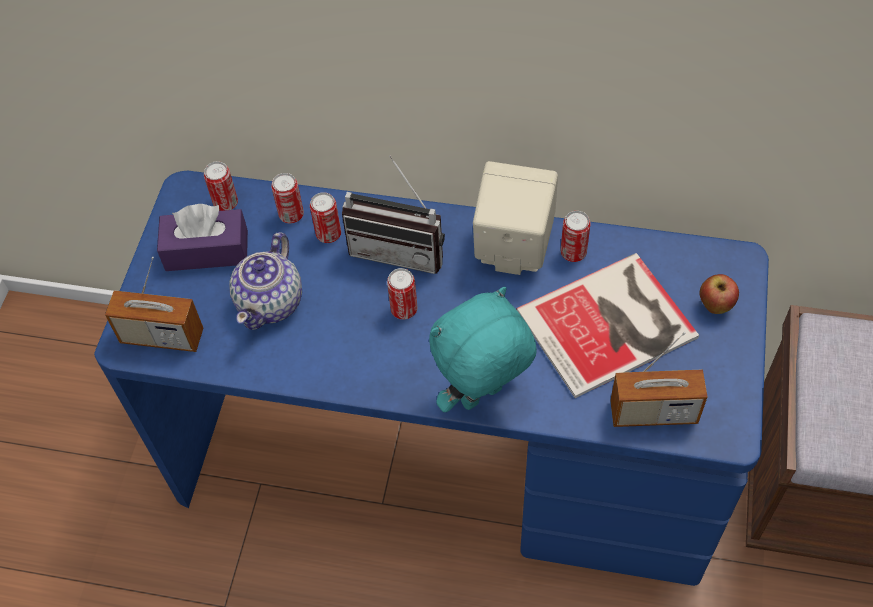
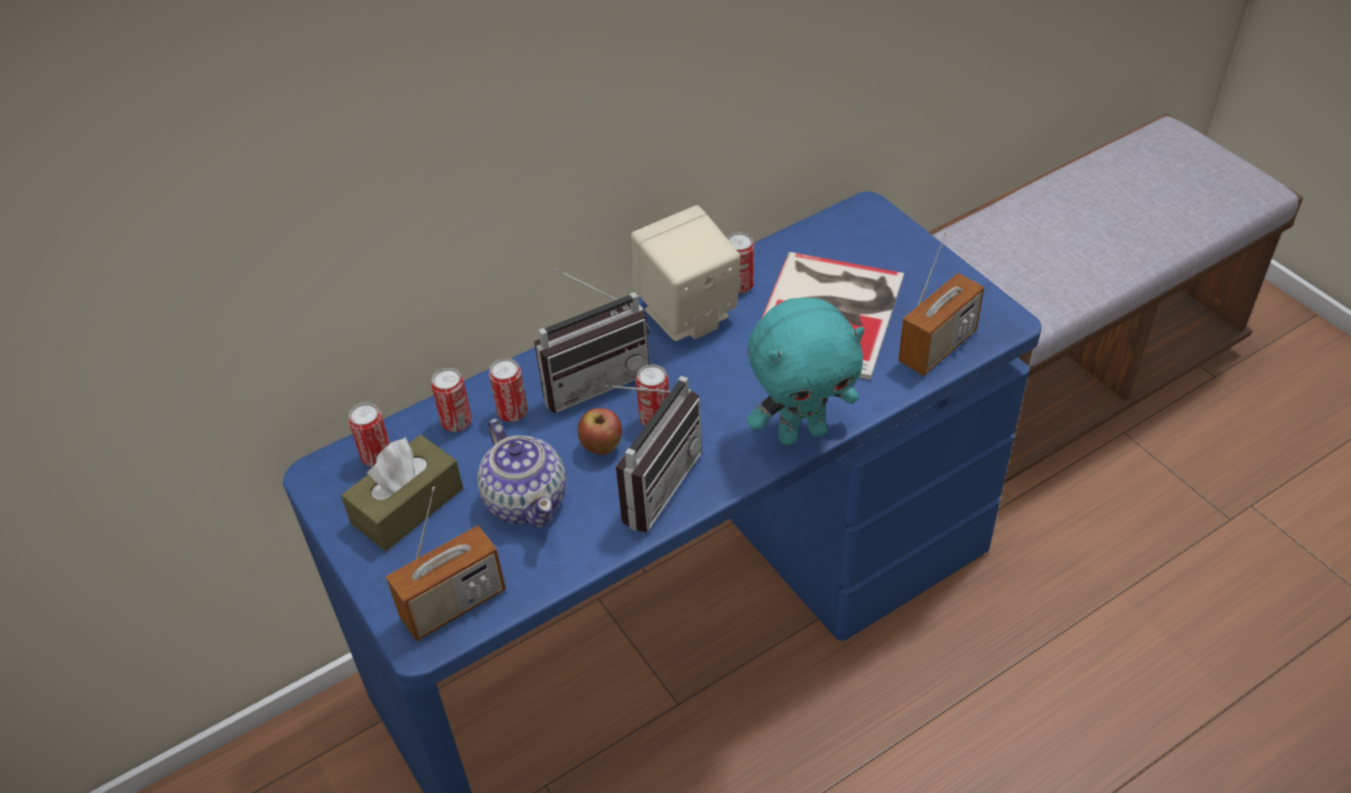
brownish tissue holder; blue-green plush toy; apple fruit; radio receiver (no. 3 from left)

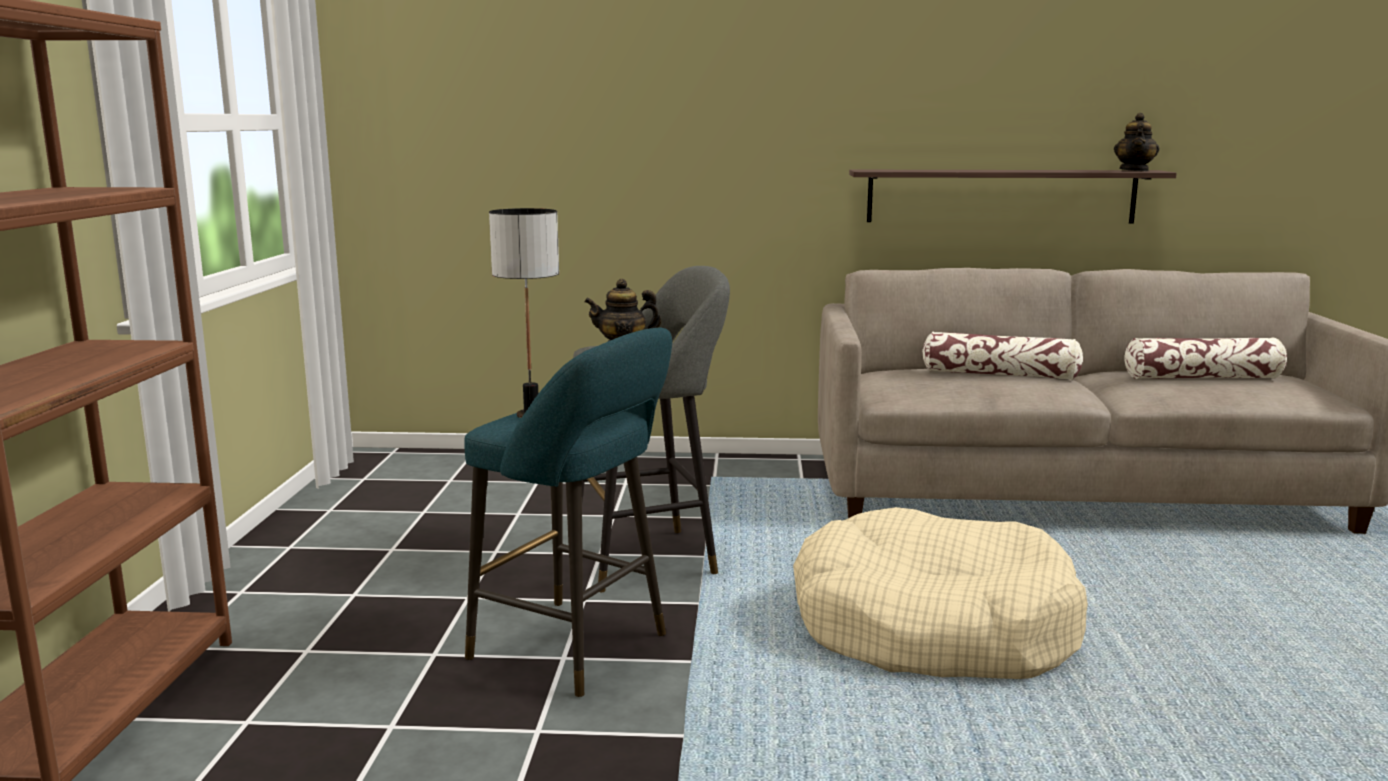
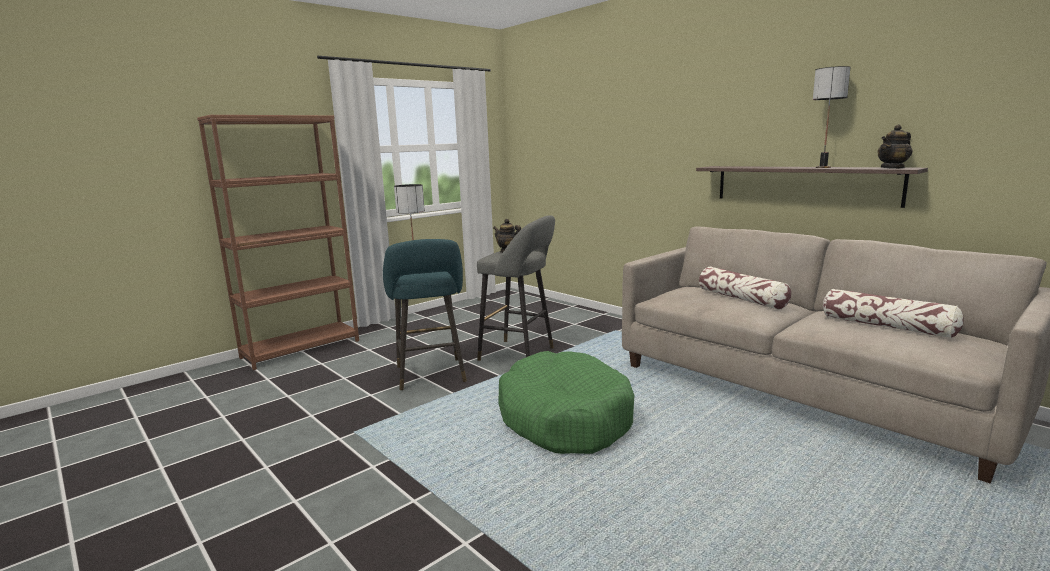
green-coloured dog bed; tabletop lamp (no. 2 from left)

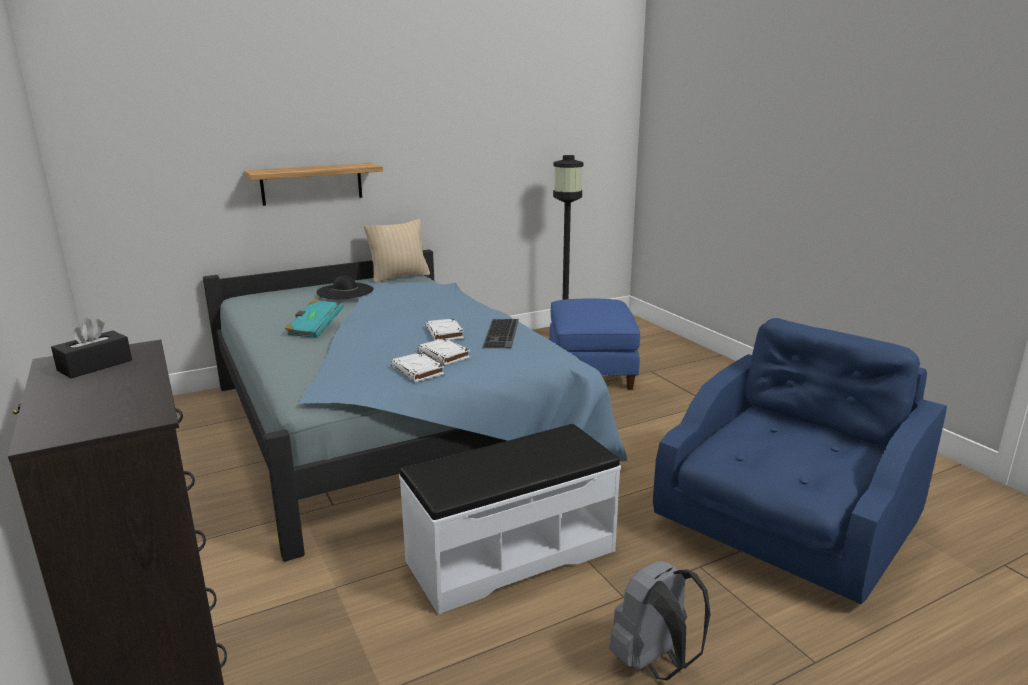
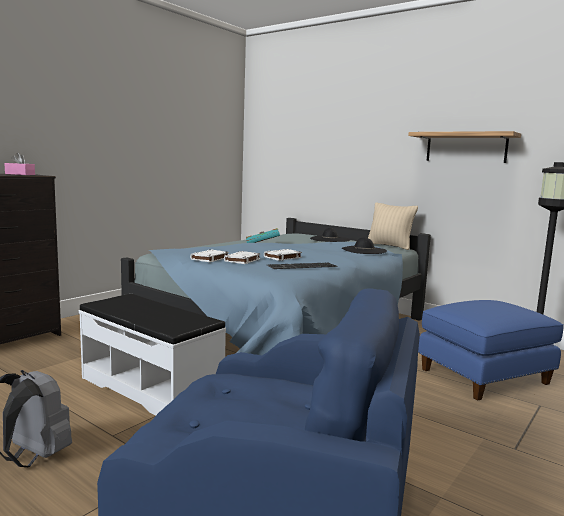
pink tissue holder; wall shelf; blackish clothing hat (no. 2 from left)

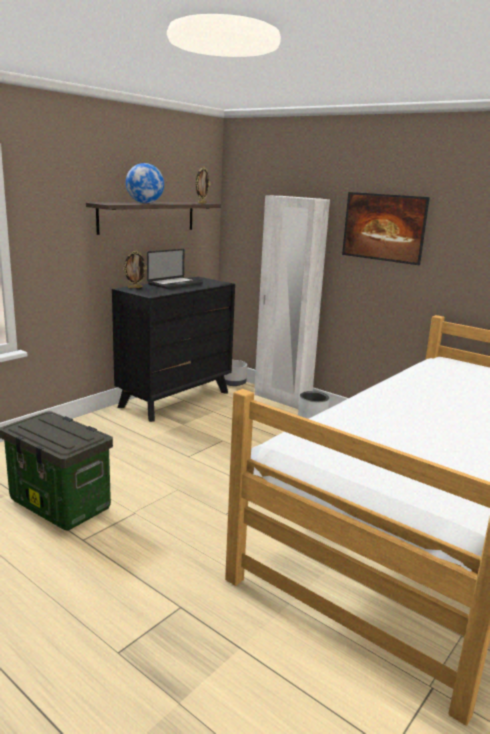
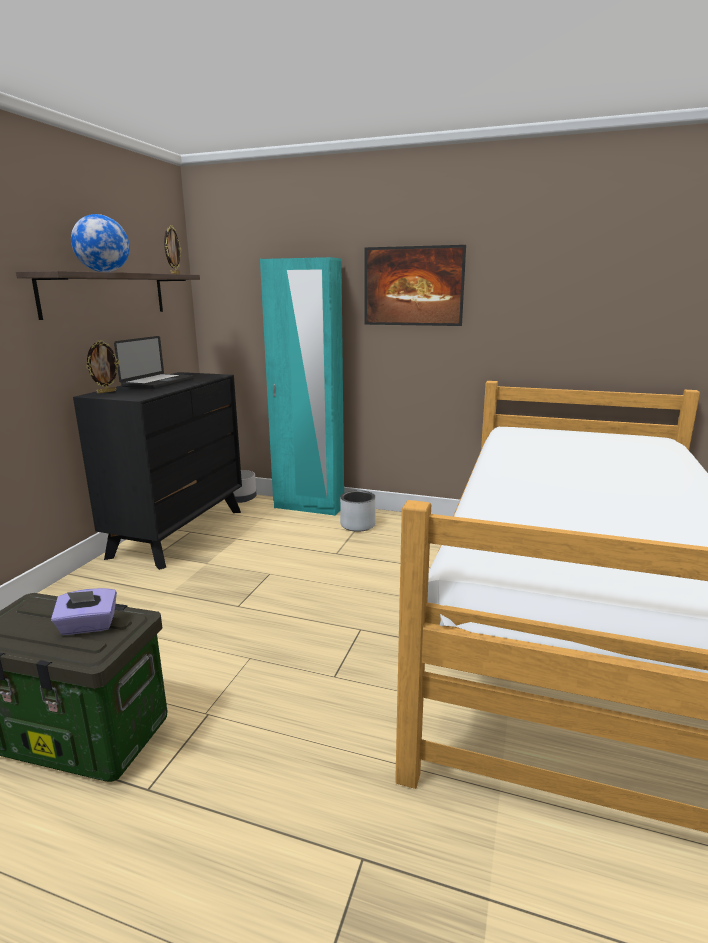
blue-green clothes cupboard; purple-coloured tissue holder

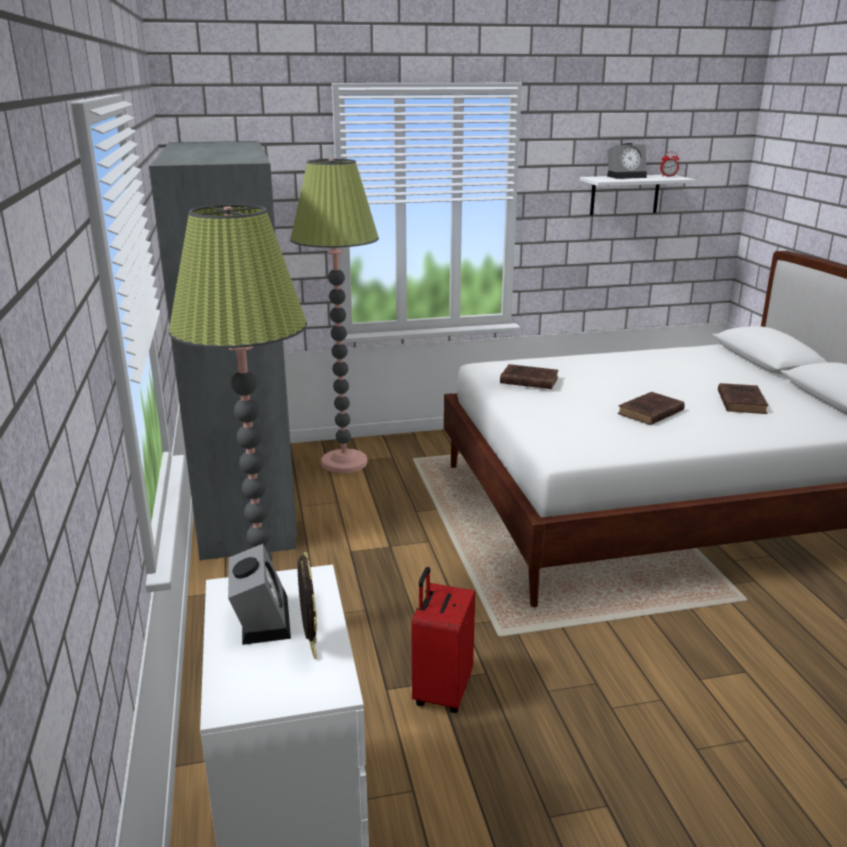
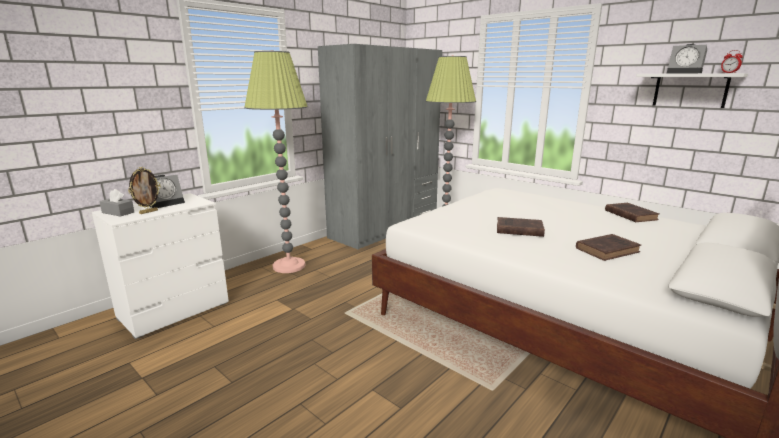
reddish travel case; brownish book (no. 3 from left); greyish tissue holder

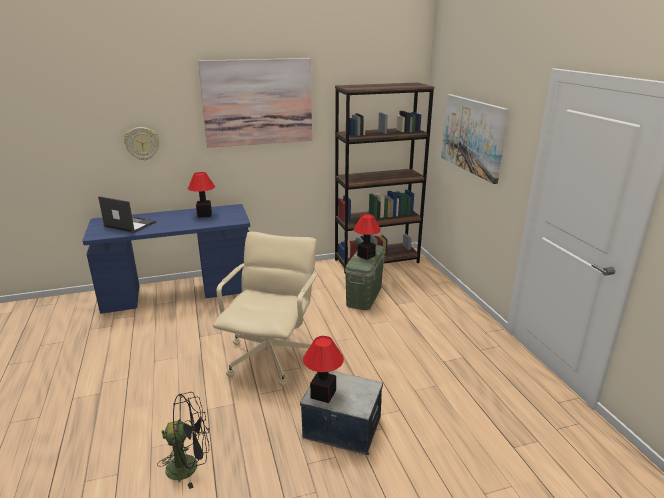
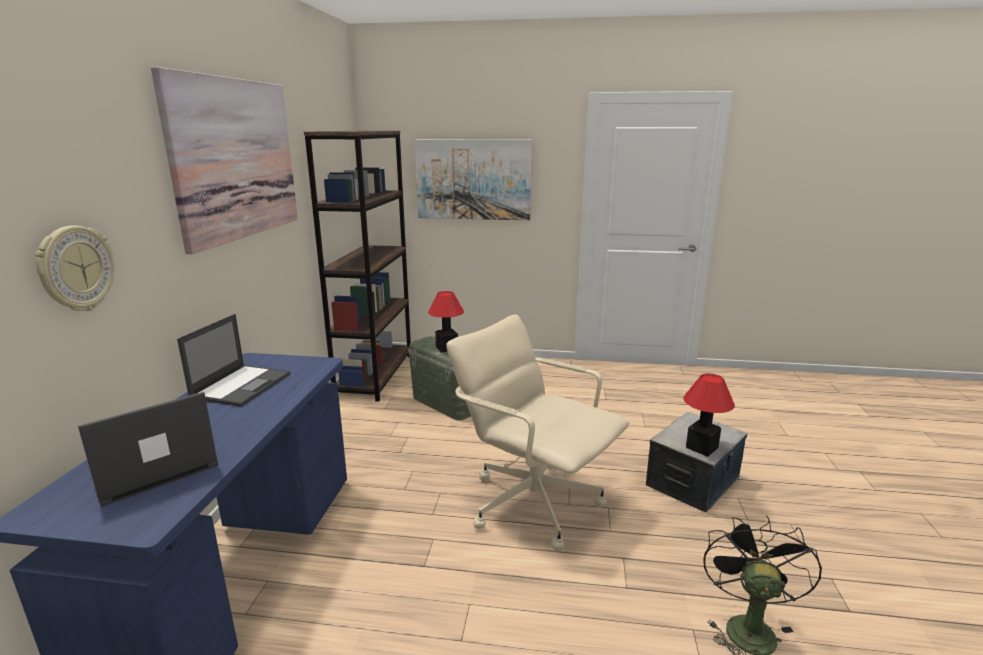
laptop (no. 2 from left)

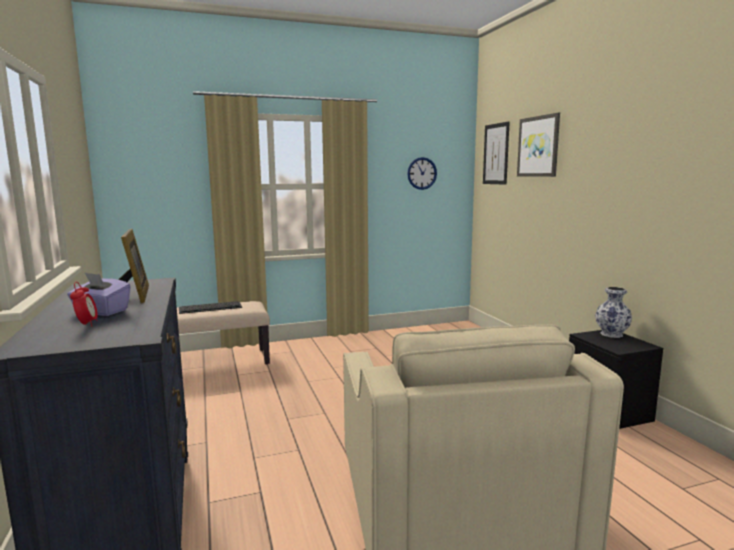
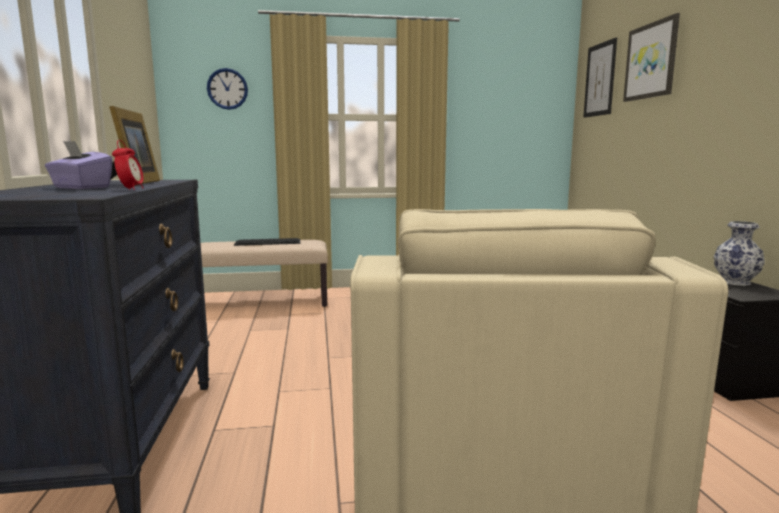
table clock; clock on the wall

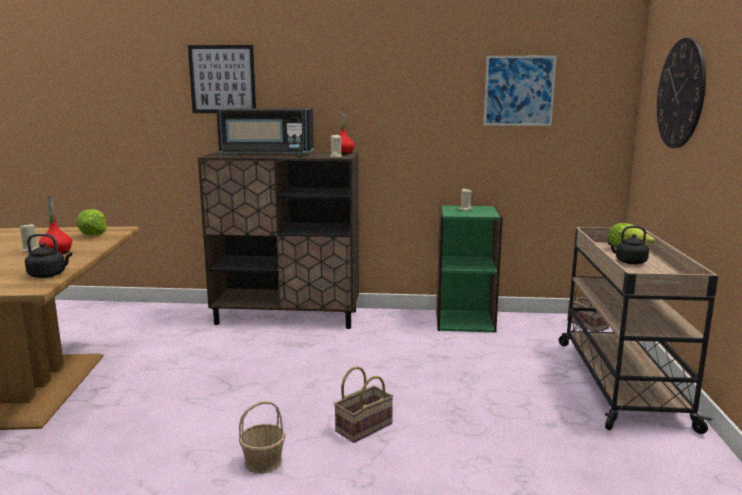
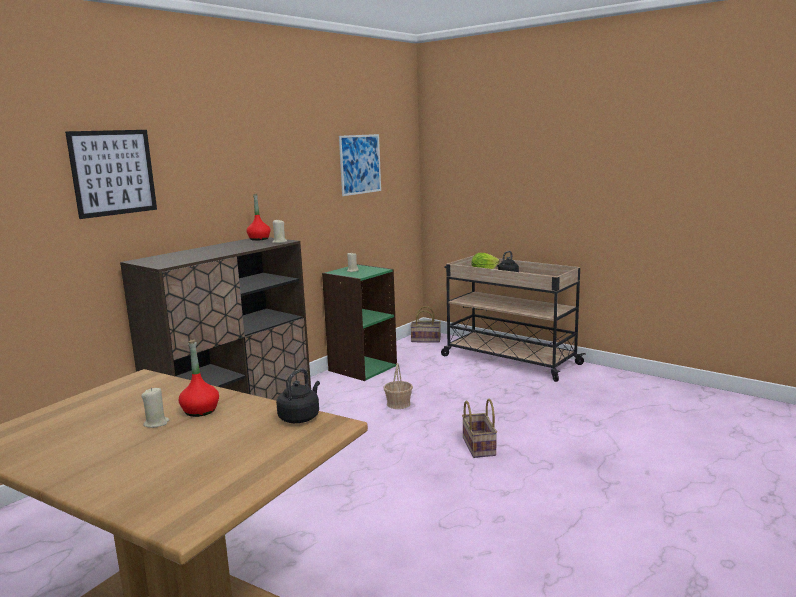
head of lettuce (no. 1 from left in the first image); blackish microwave oven; storage basket (no. 1 from left); clock on the wall

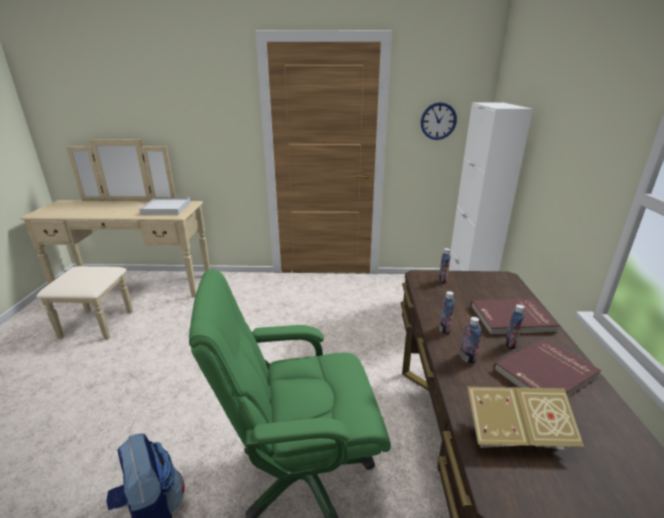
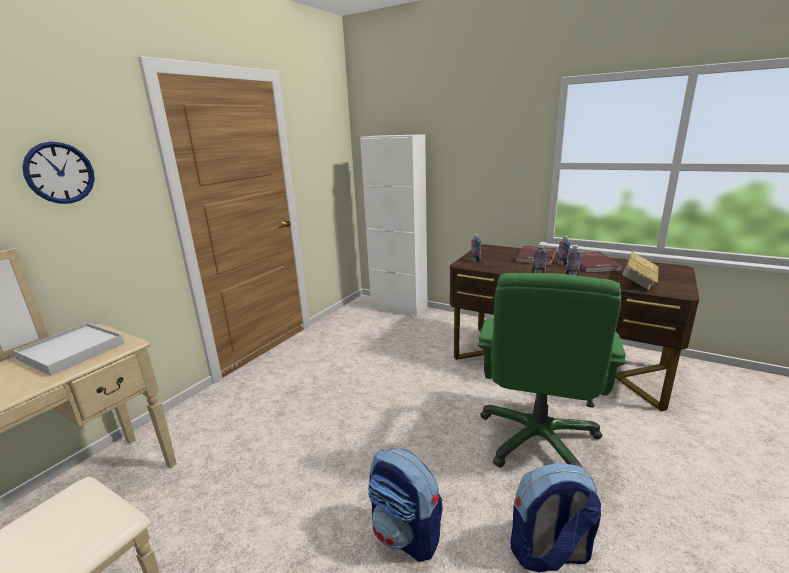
clock on the wall; knapsack (no. 1 from left)

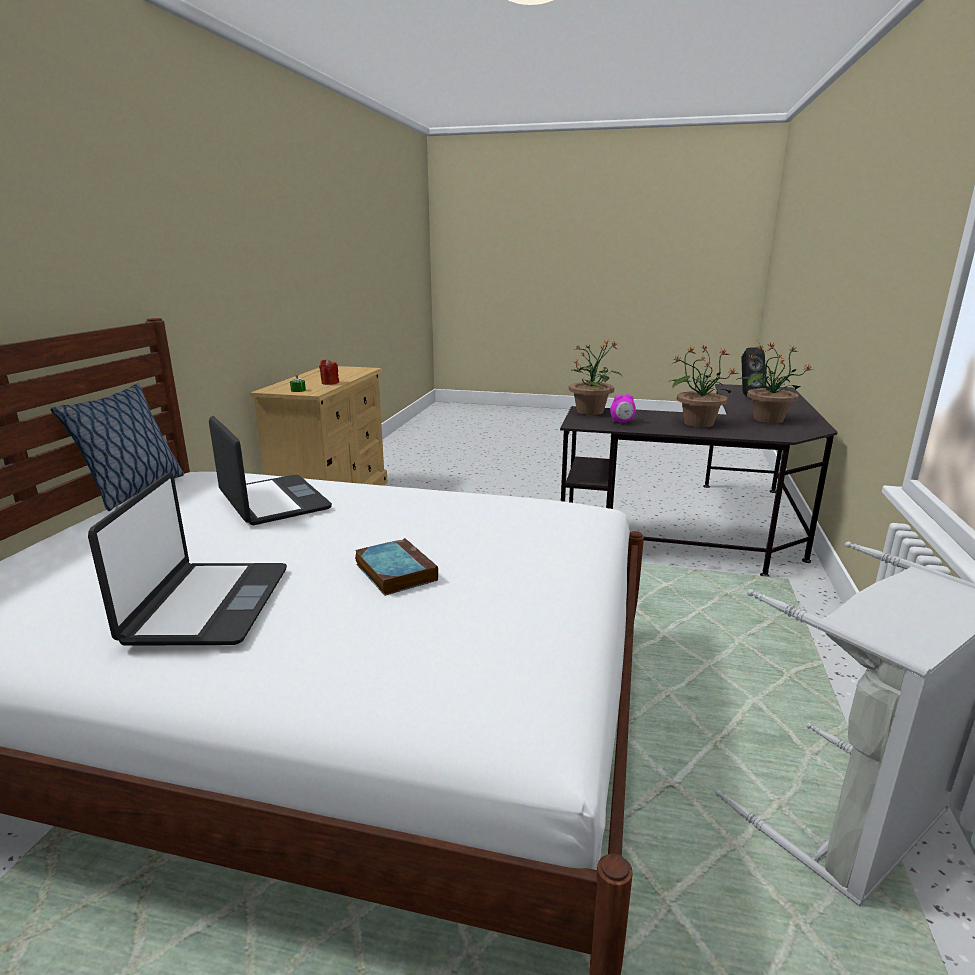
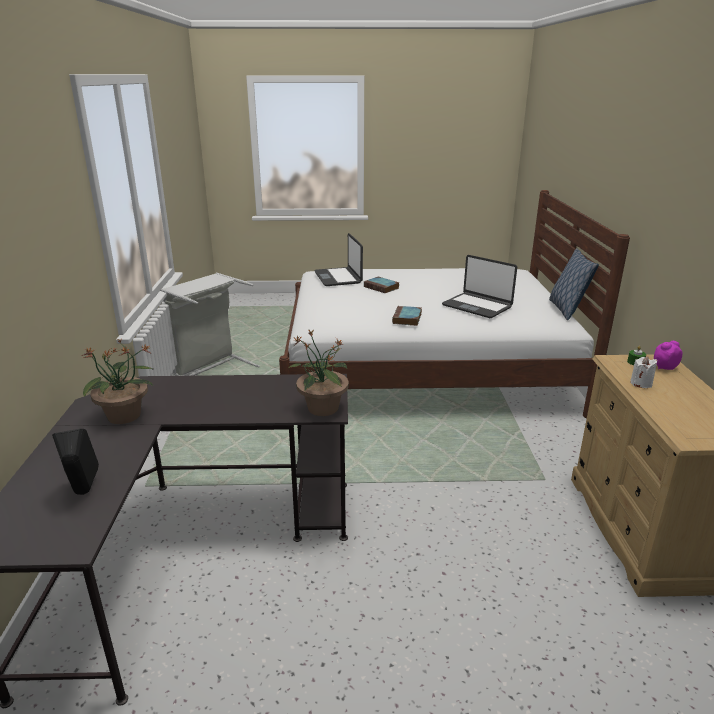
laptop (no. 1 from left); whitish wax light; table clock; houseplant (no. 2 from left in the first image); book (no. 2 from left)

